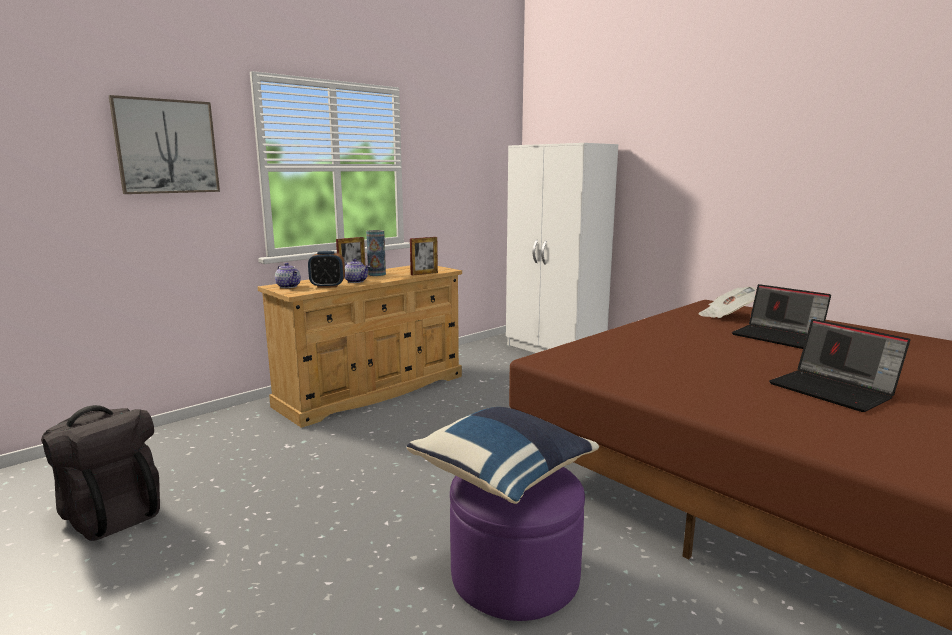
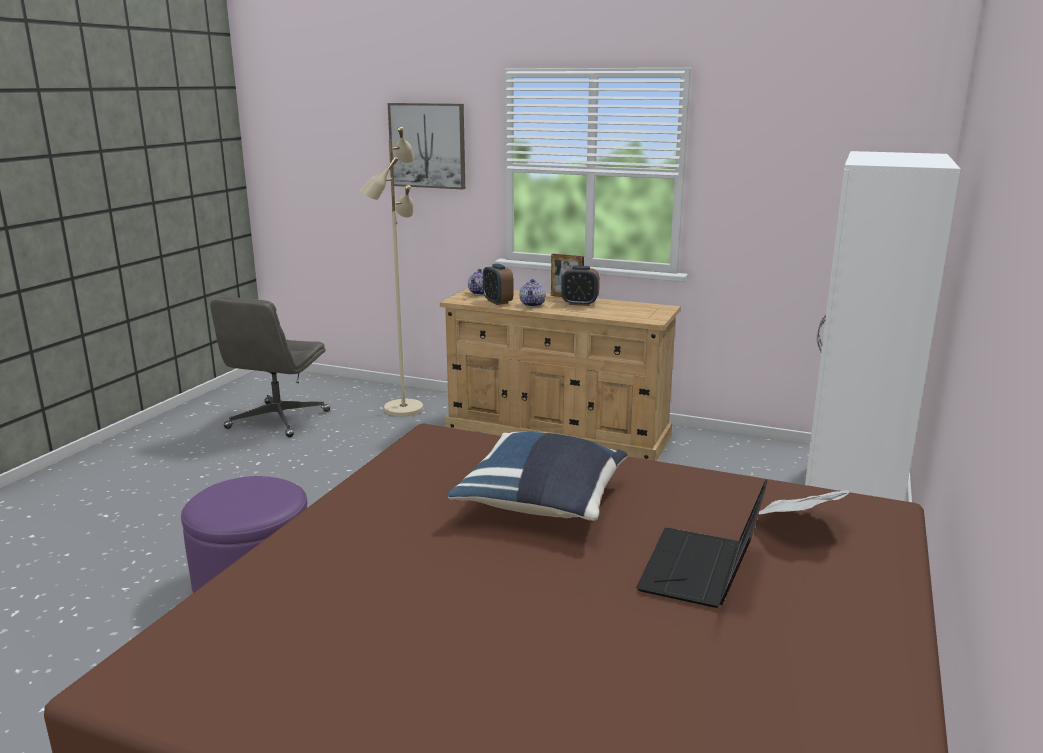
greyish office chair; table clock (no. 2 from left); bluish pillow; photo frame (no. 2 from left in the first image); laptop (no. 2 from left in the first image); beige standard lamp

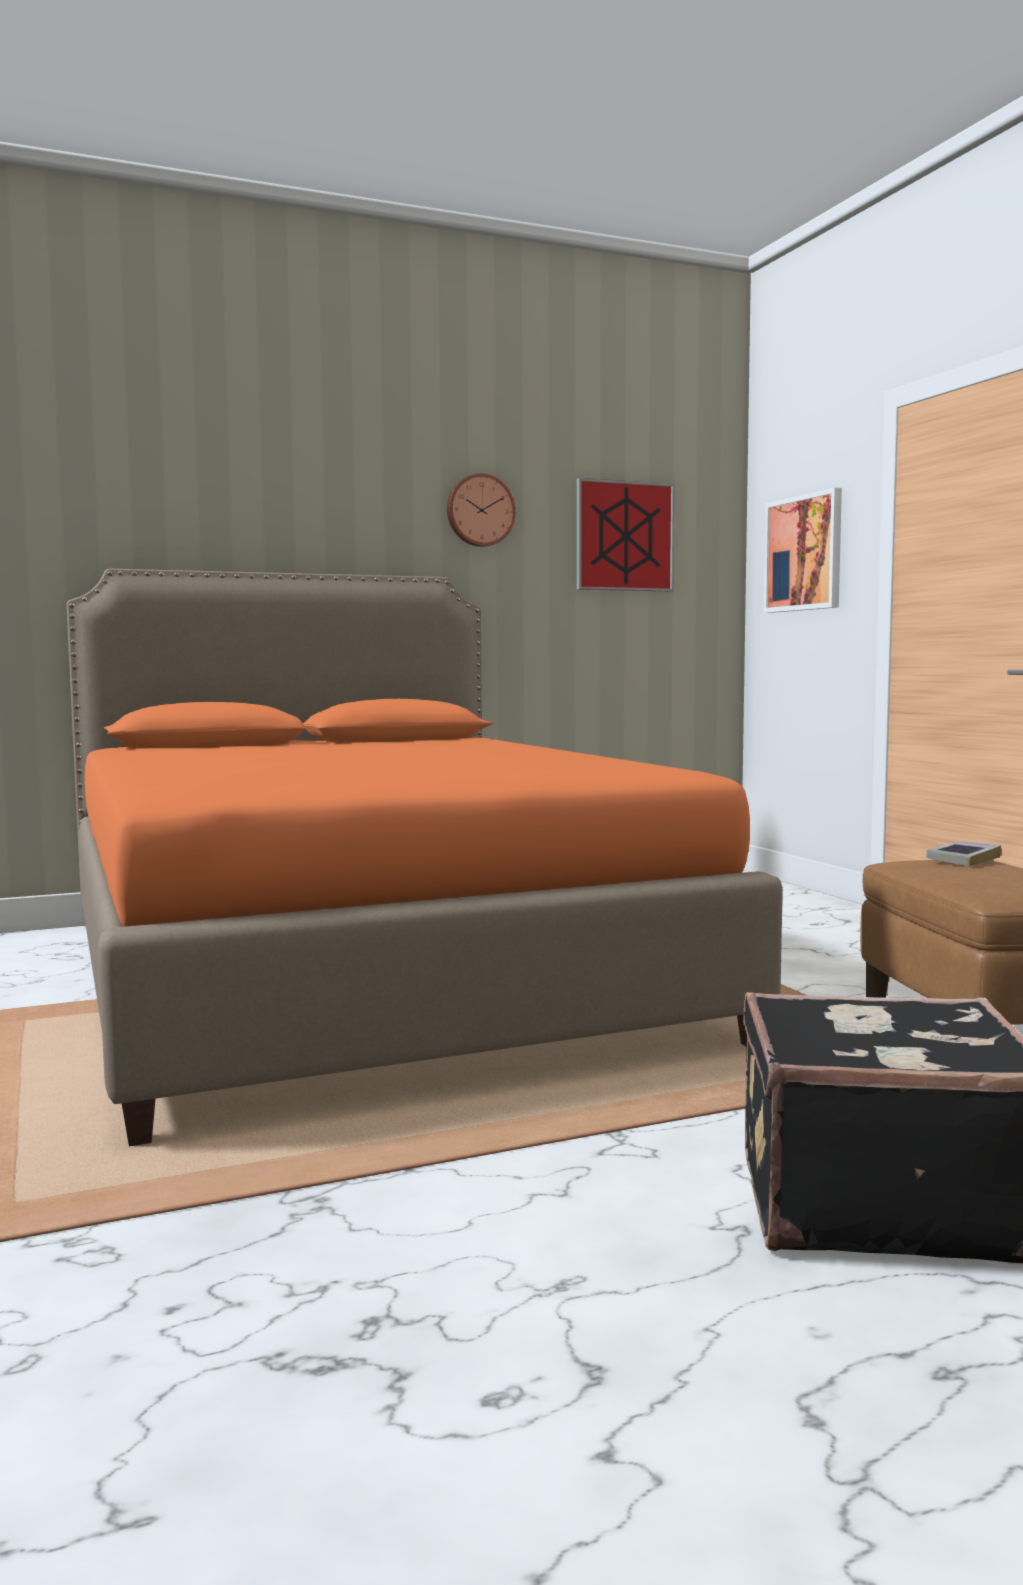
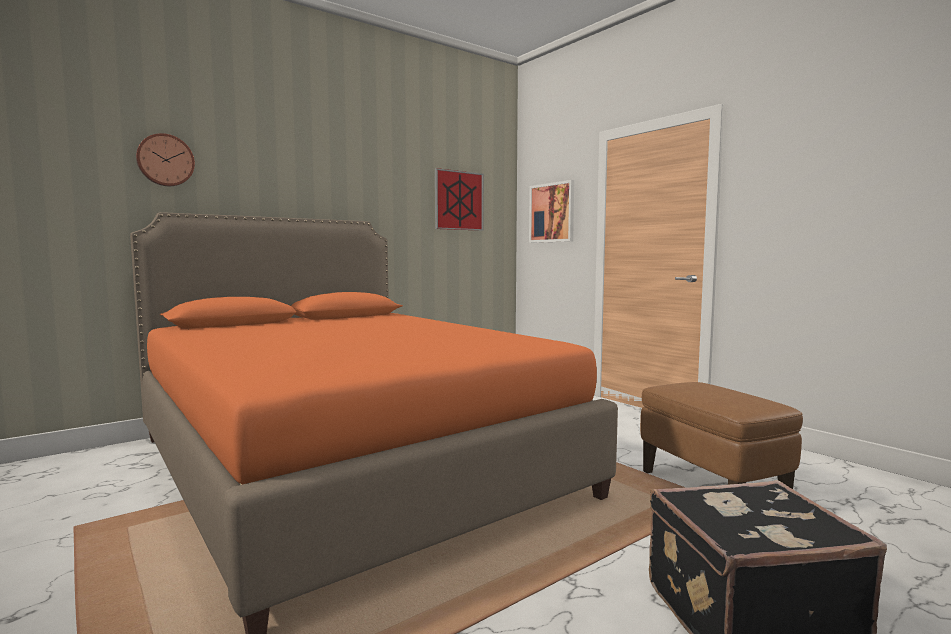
clock on the wall; book

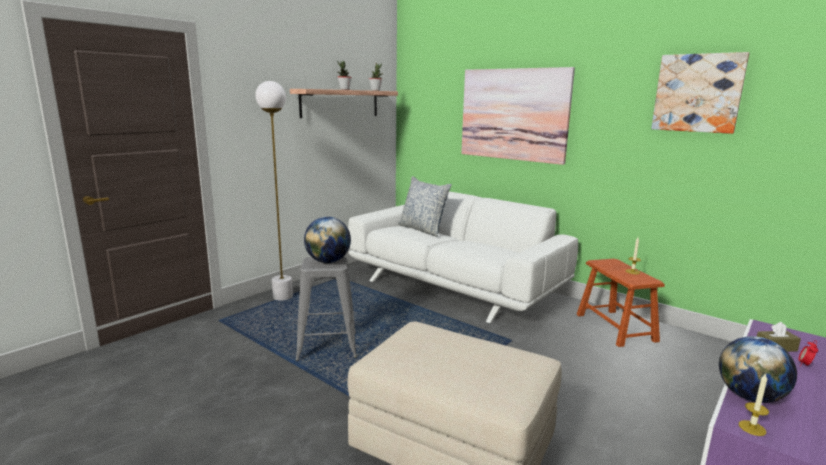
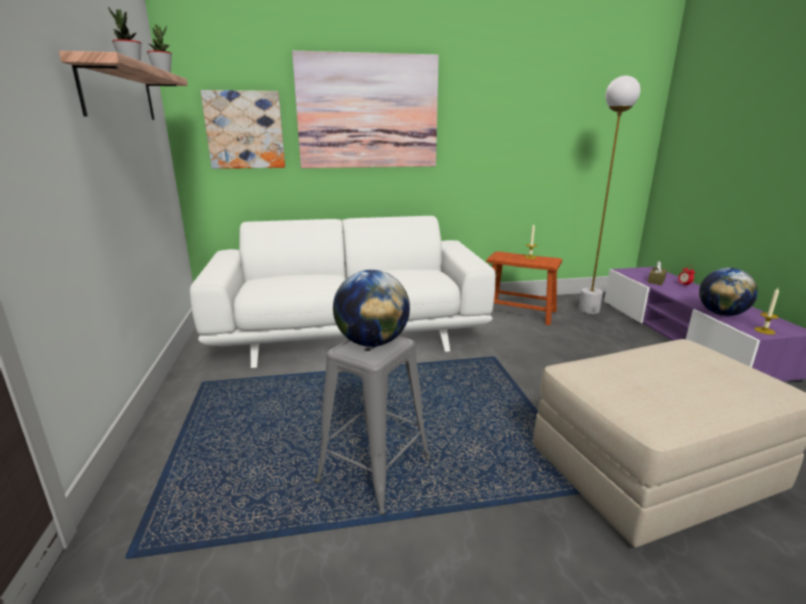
whitish standard lamp; pillow; picture (no. 1 from left)

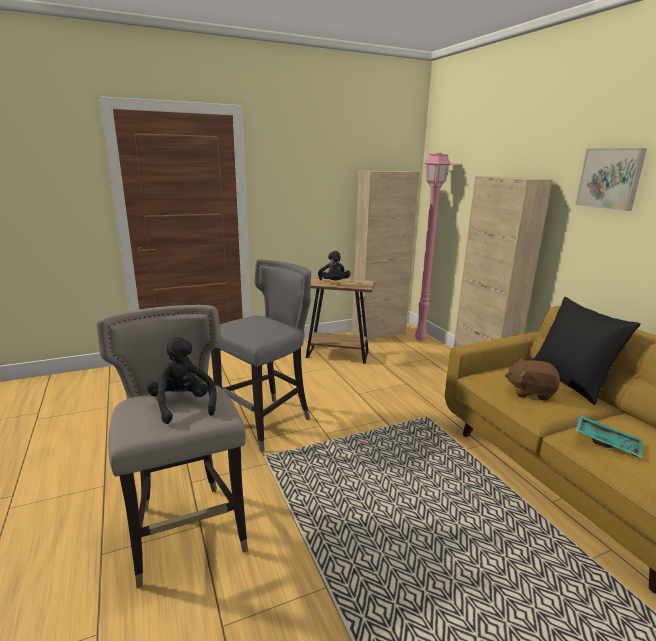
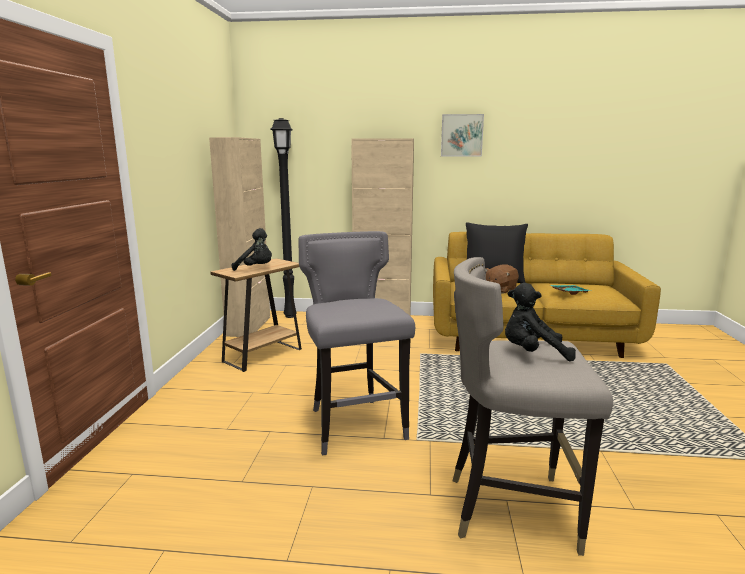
blackish standard lamp

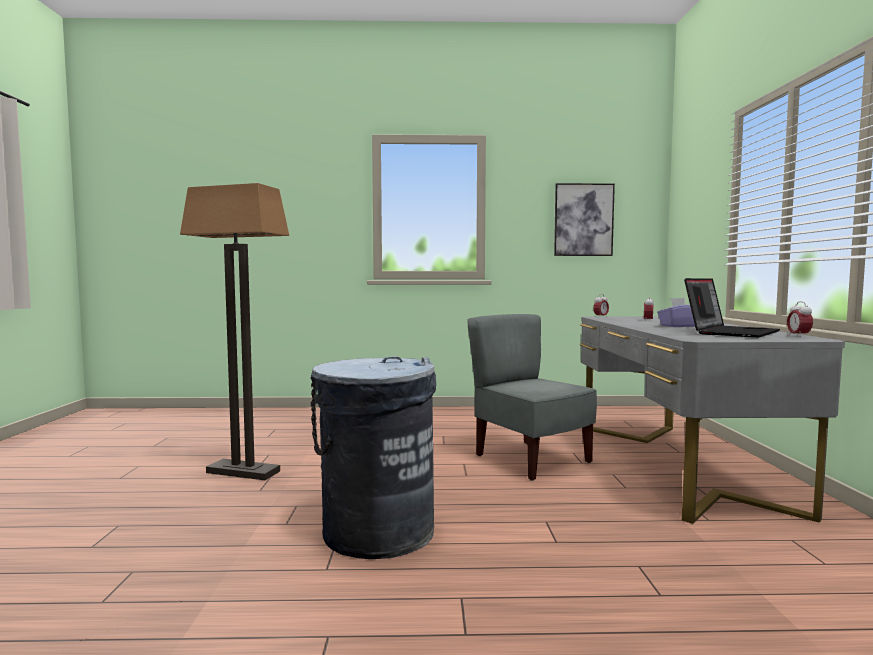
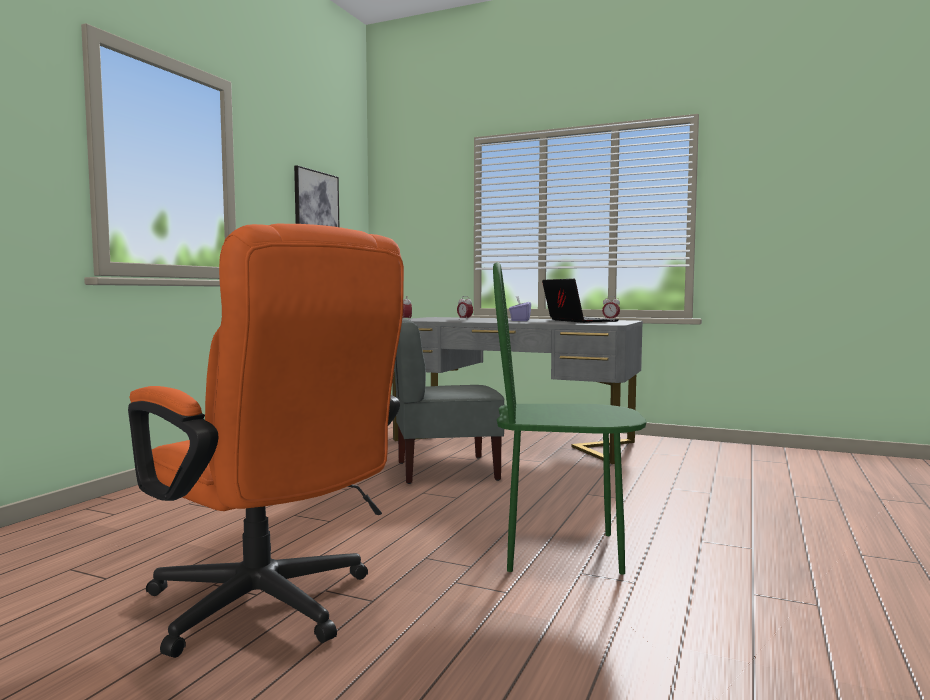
orangey office chair; green-coloured plain chair

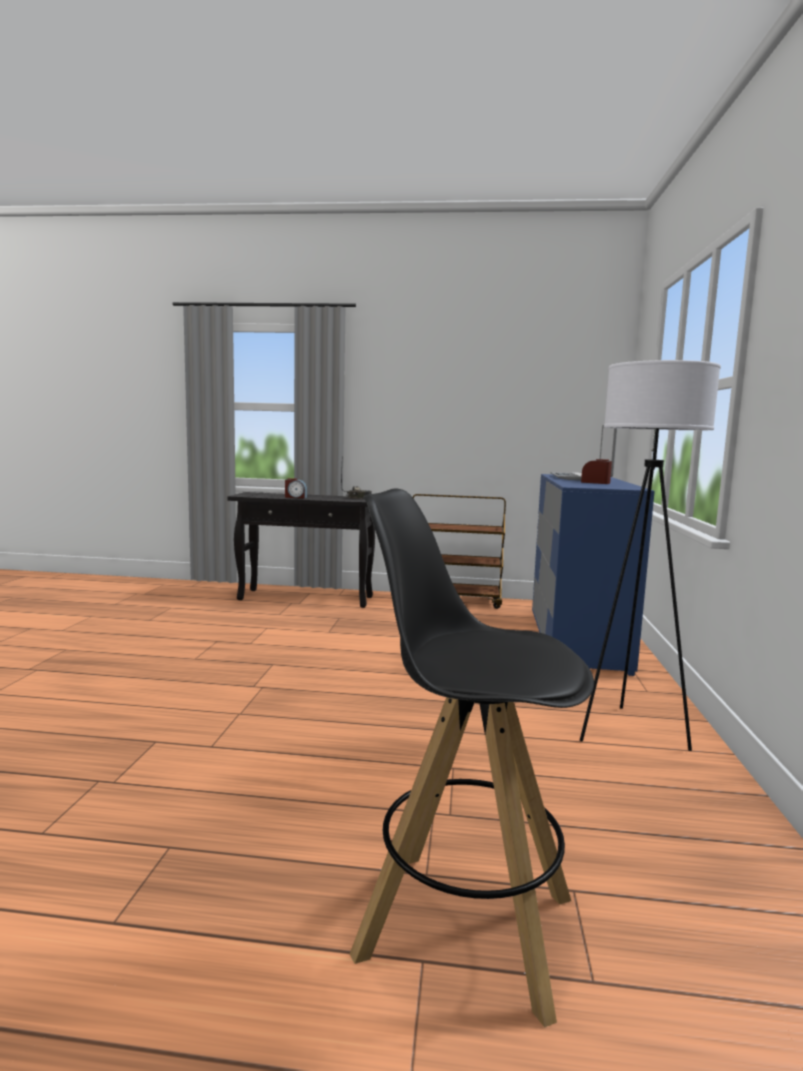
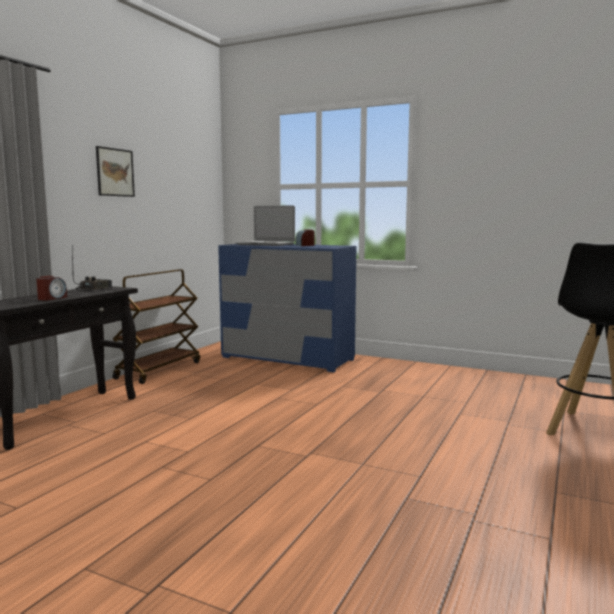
whitish standard lamp; picture

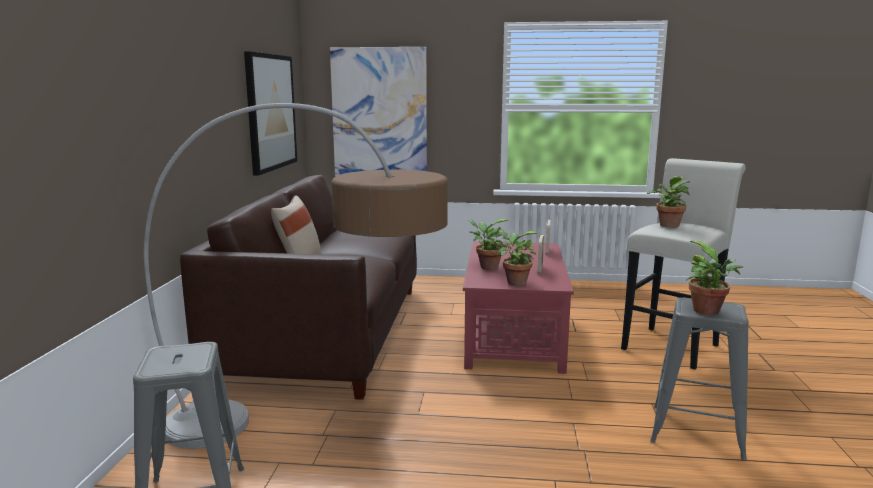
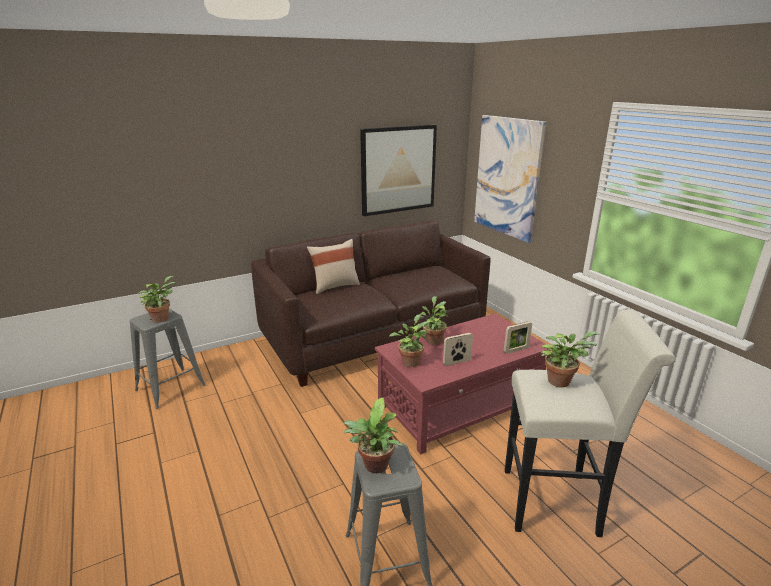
standard lamp; houseplant (no. 1 from left)

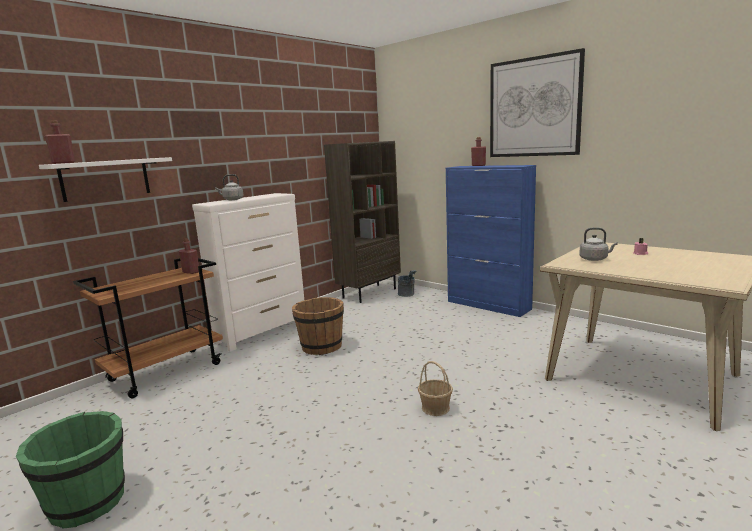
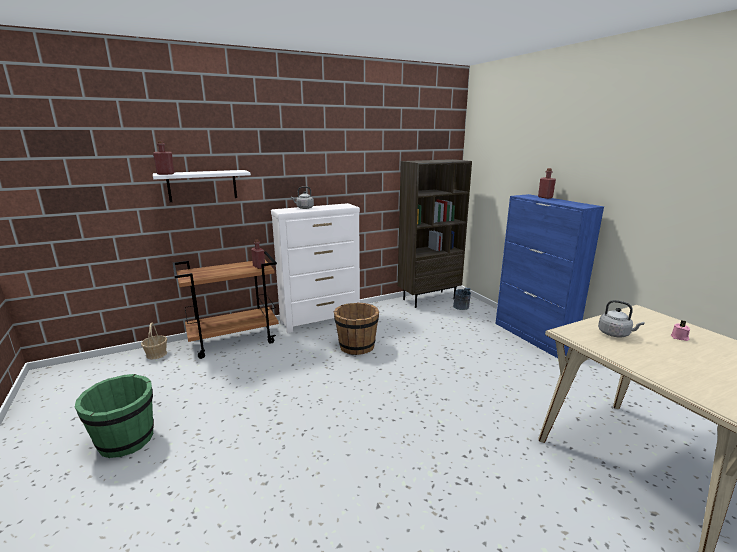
storage basket; picture

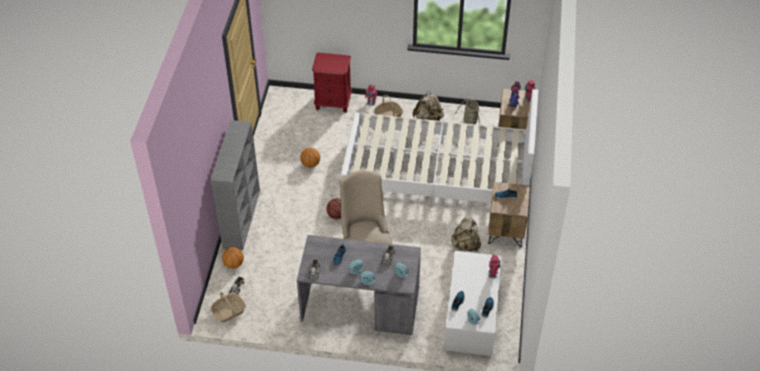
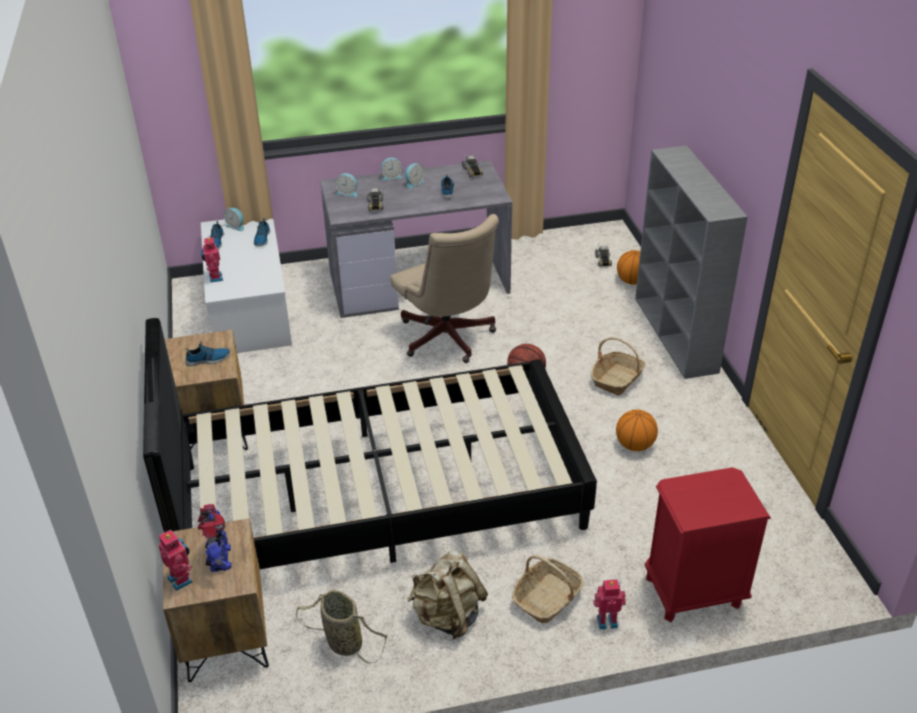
storage basket (no. 3 from left); blackish sleeping bed; beige knapsack (no. 2 from left in the first image)

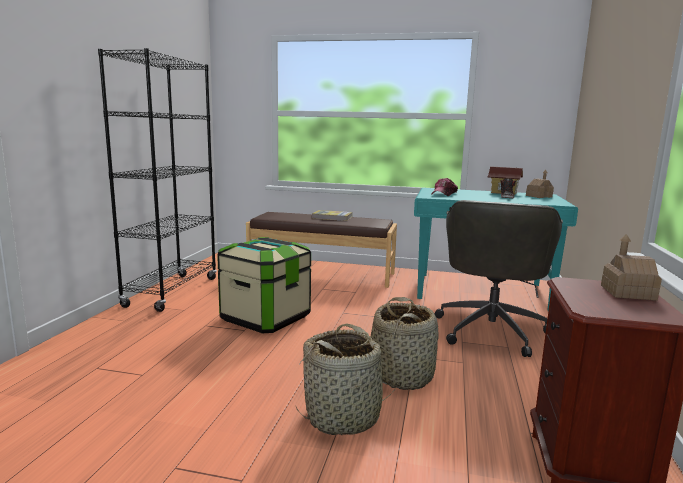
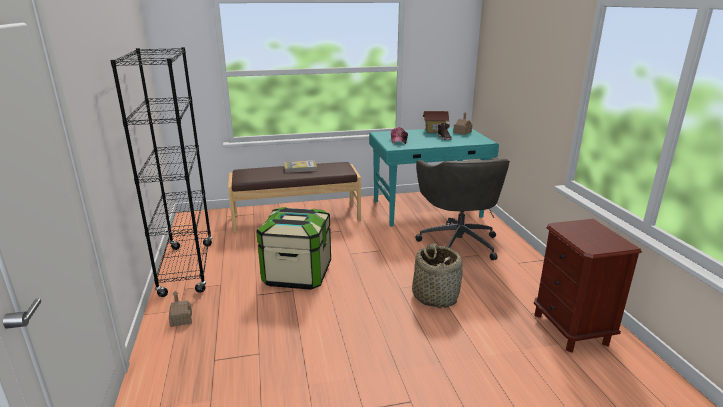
storage basket (no. 1 from left in the first image); toy house (no. 1 from left)

